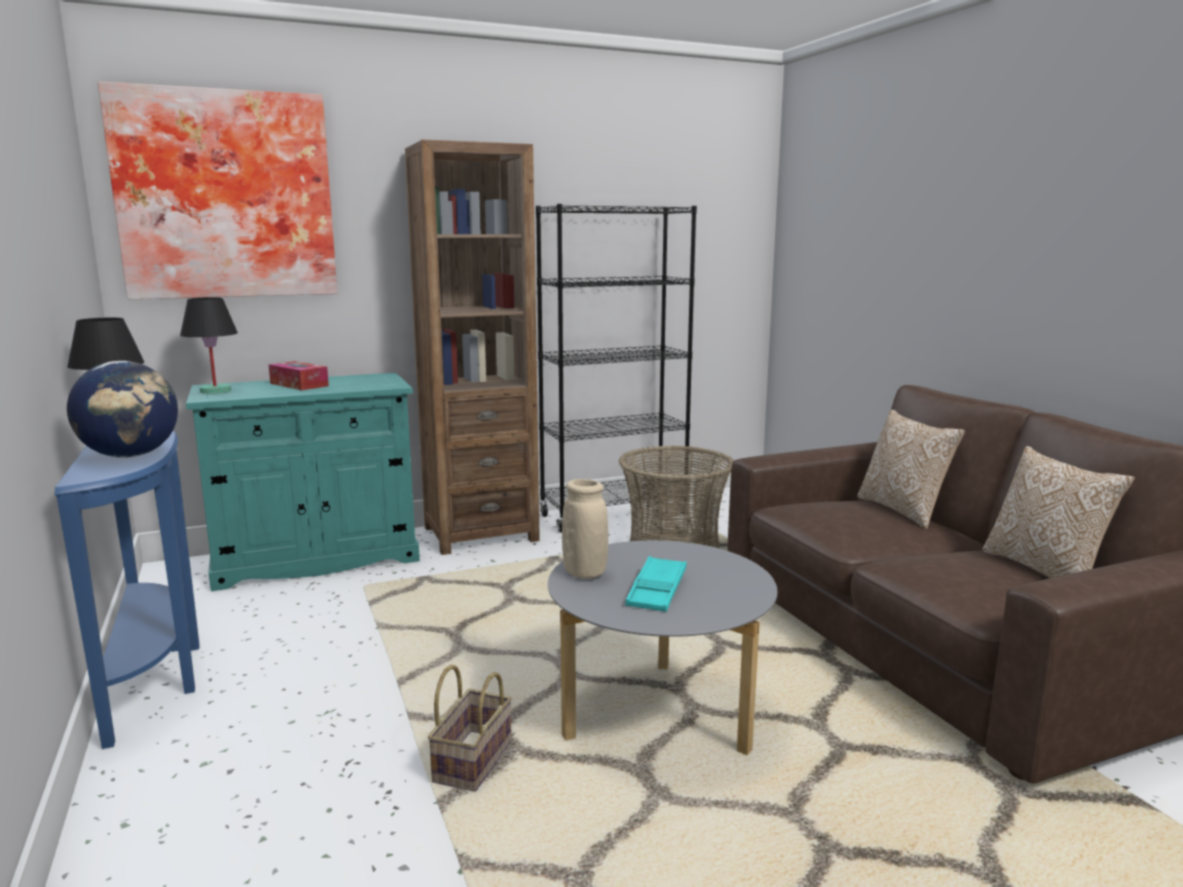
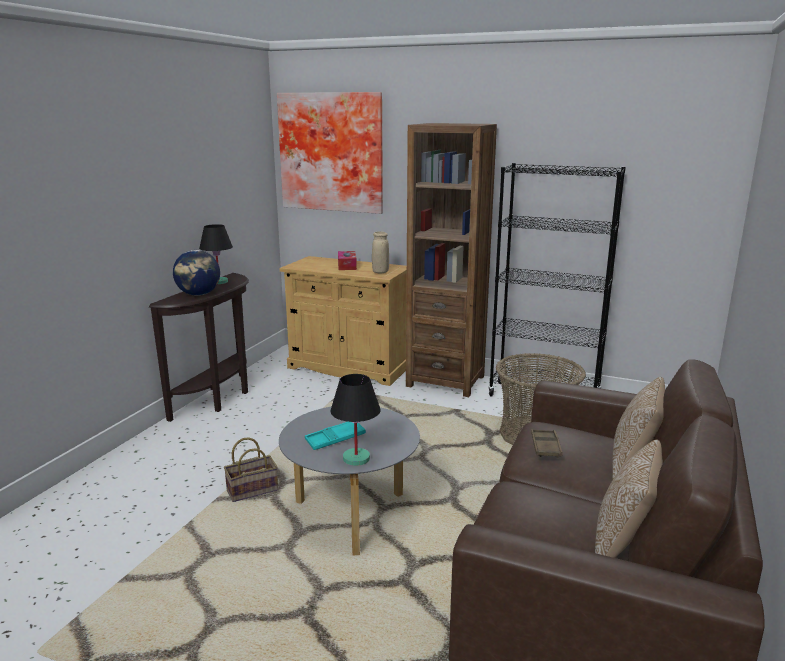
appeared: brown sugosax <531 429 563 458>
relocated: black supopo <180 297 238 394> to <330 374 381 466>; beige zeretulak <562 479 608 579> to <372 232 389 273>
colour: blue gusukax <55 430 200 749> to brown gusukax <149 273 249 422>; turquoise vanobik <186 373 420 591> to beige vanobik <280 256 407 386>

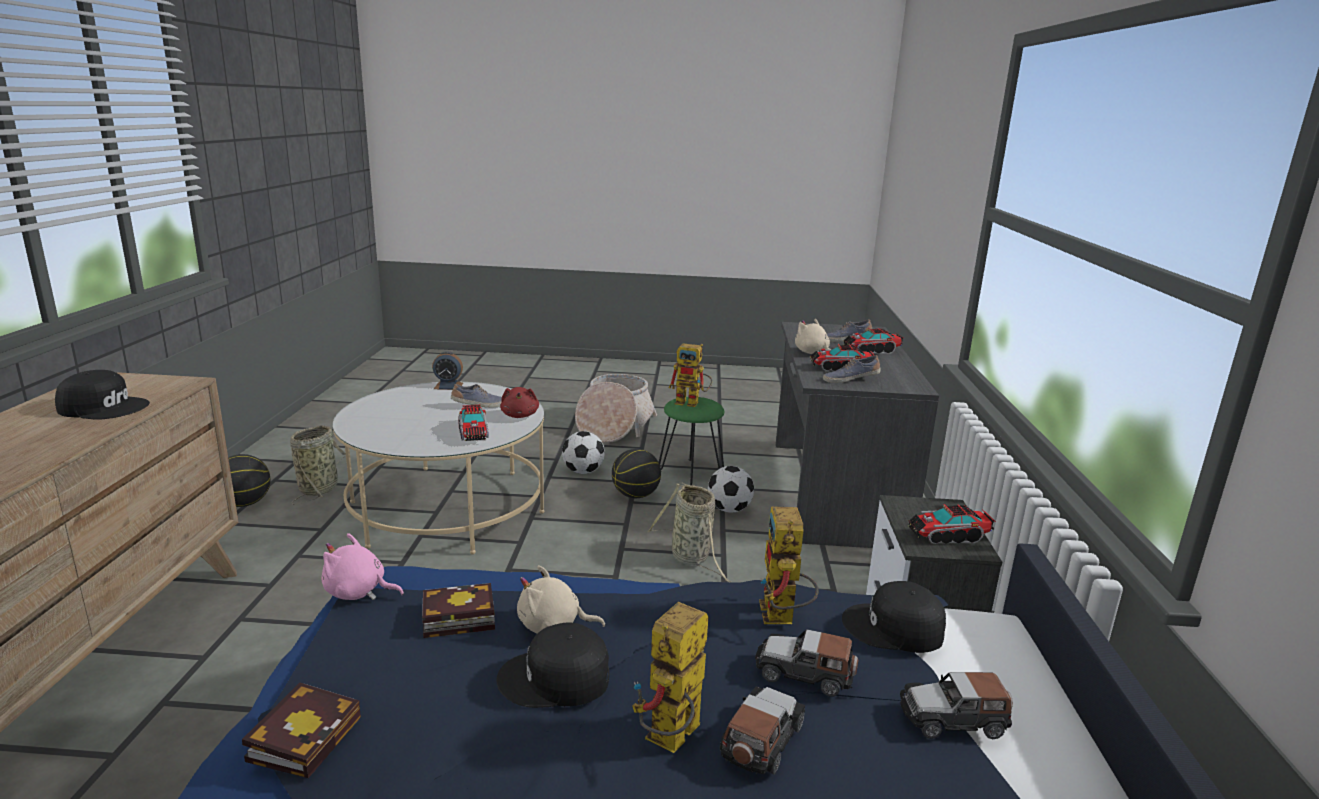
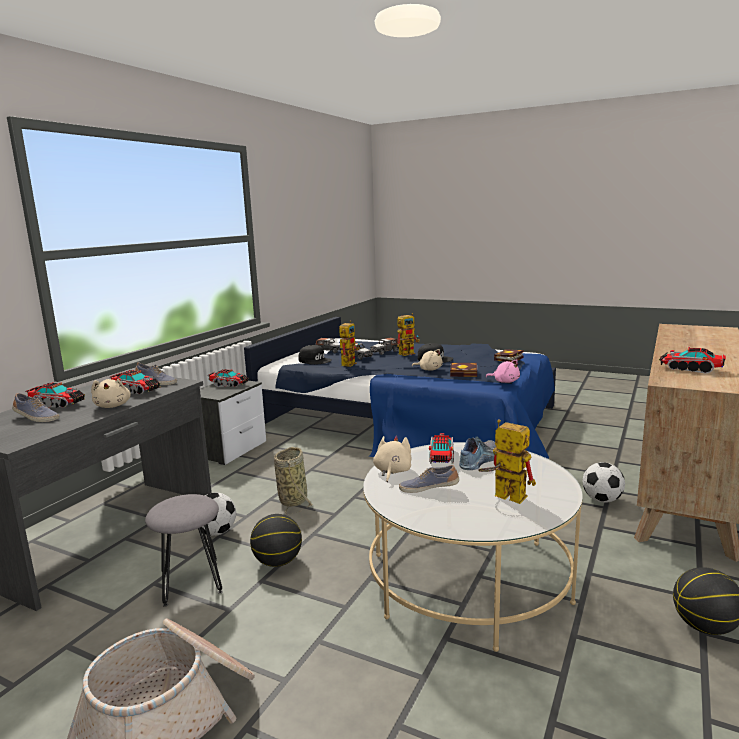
missing: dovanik <290 425 346 505>; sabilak <432 351 463 390>
appeared: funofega <459 437 496 470>
relocated: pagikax <562 431 605 474> to <583 462 625 503>; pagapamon <669 343 712 407> to <478 419 536 504>
exchanged: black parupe <55 370 150 419> to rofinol <659 347 726 373>
colour: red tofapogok <500 387 539 418> to beige tofapogok <373 436 411 482>; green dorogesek <659 397 724 485> to grey dorogesek <145 494 223 607>

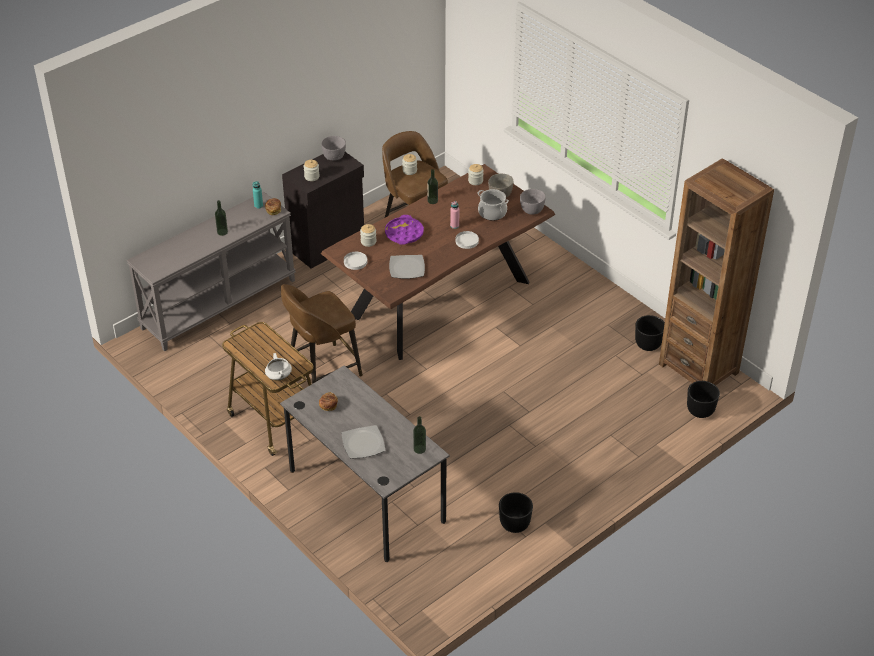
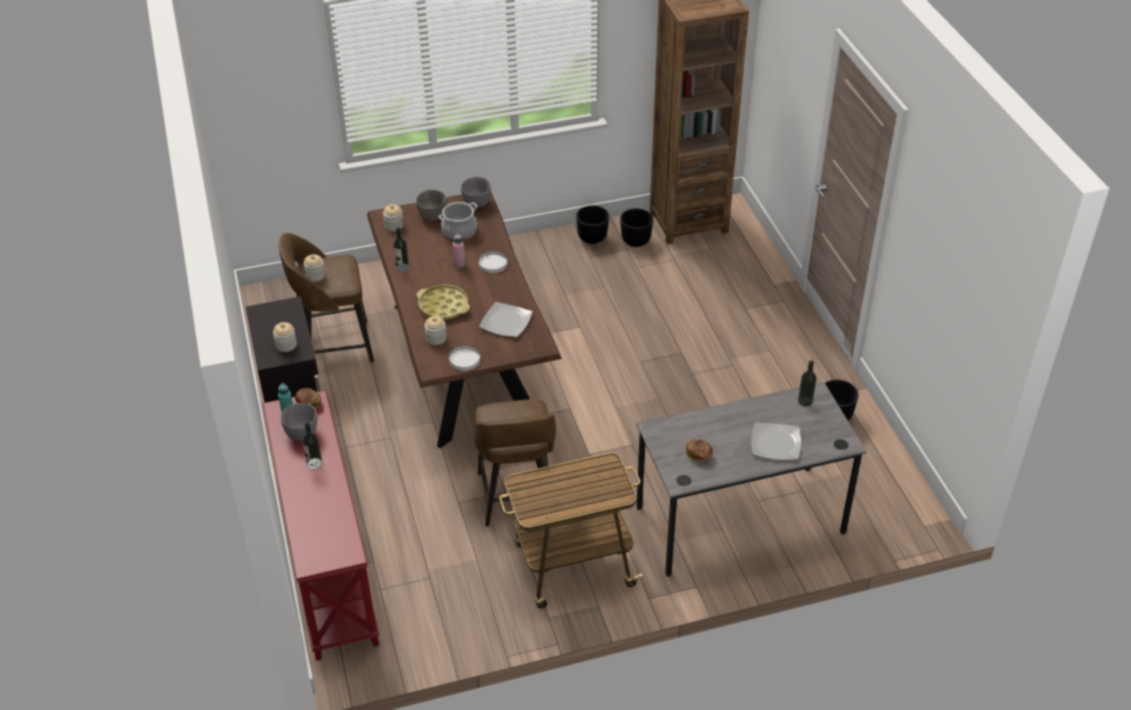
missing: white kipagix <265 353 292 381>
relocated: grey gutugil <321 136 346 161> to <281 403 317 441>; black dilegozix <687 381 720 418> to <576 205 609 244>
colour: grey gusukax <127 192 295 352> to red gusukax <263 390 379 661>; purple sugosax <385 215 424 245> to yellow sugosax <417 284 470 320>

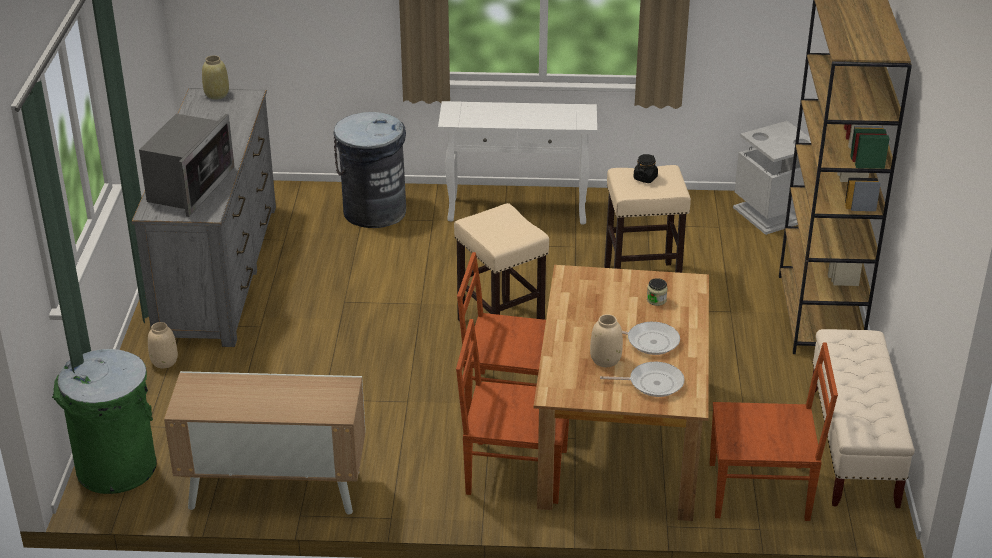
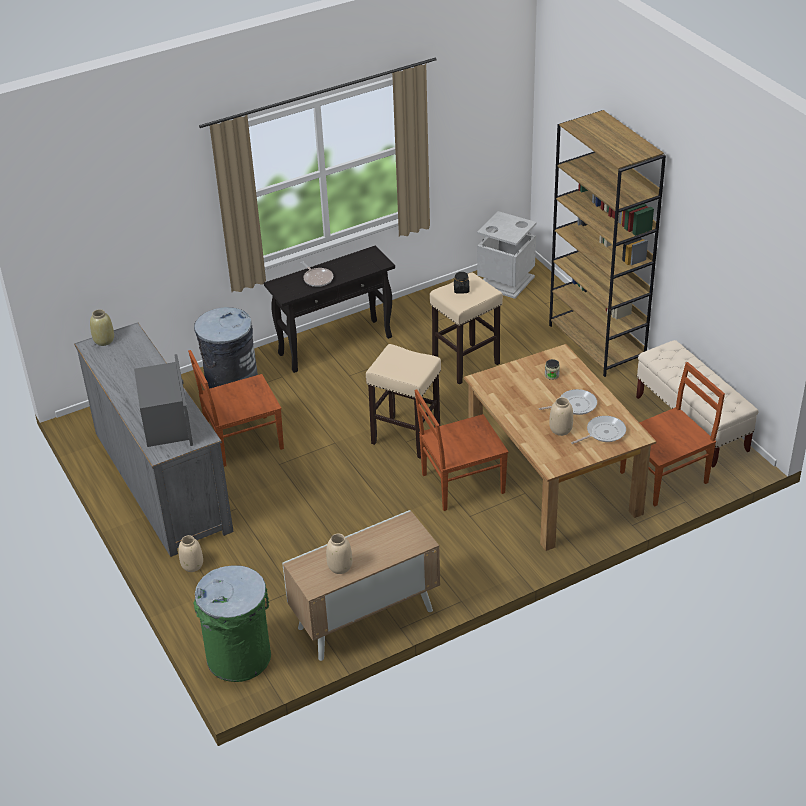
appeared: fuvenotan <301 262 333 287>; beige zeretulak <326 534 352 574>
relocated: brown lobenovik <456 319 569 504> to <188 350 284 467>
colour: white gusukax <438 101 597 224> to black gusukax <264 245 395 373>

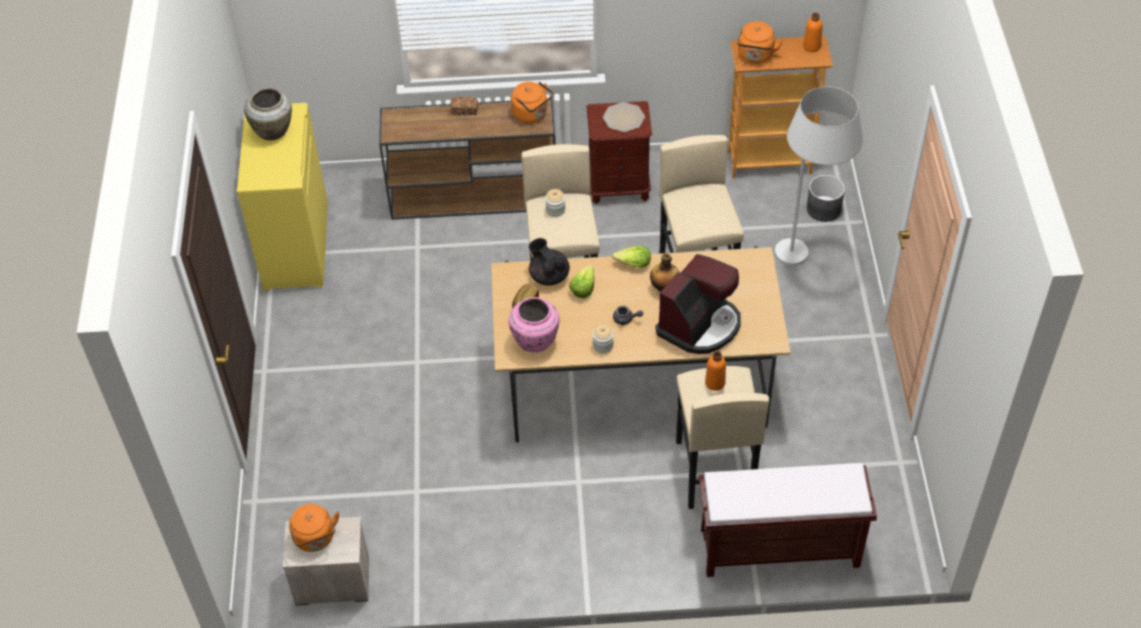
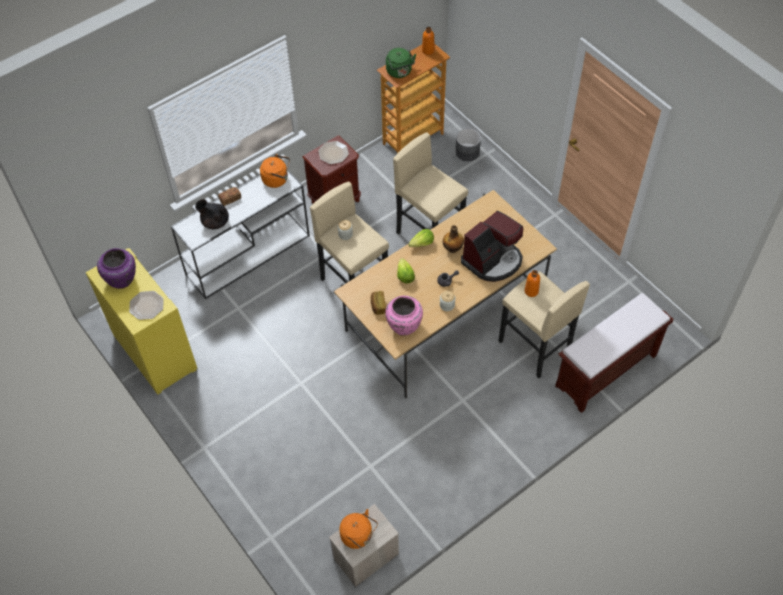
missing: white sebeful <775 87 863 266>
appeared: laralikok <129 291 164 320>
relocated: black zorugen <529 238 570 286> to <195 199 229 229>
colour: beige zeretulak <244 88 292 140> to purple zeretulak <97 248 136 289>; brown gusukax <379 98 555 220> to white gusukax <171 170 310 299>; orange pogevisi <737 21 783 63> to green pogevisi <386 48 416 78>
spun: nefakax <656 254 741 354> = <461 211 523 282> 45 degrees clockwise

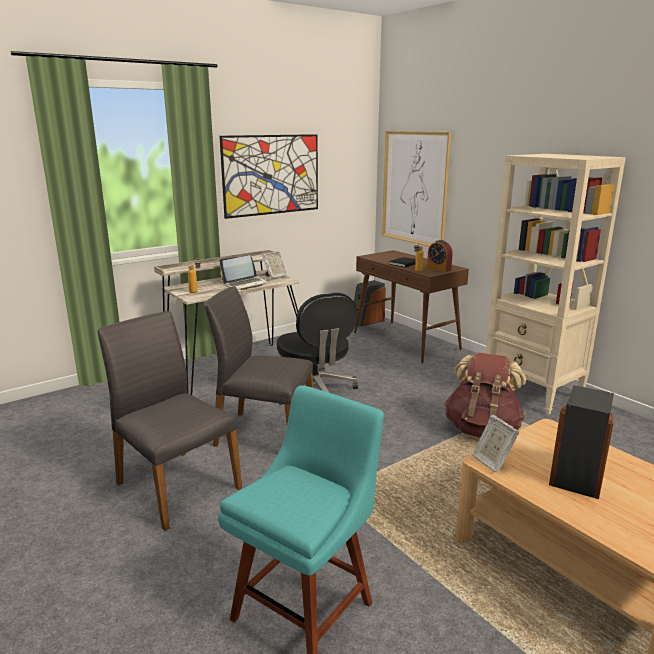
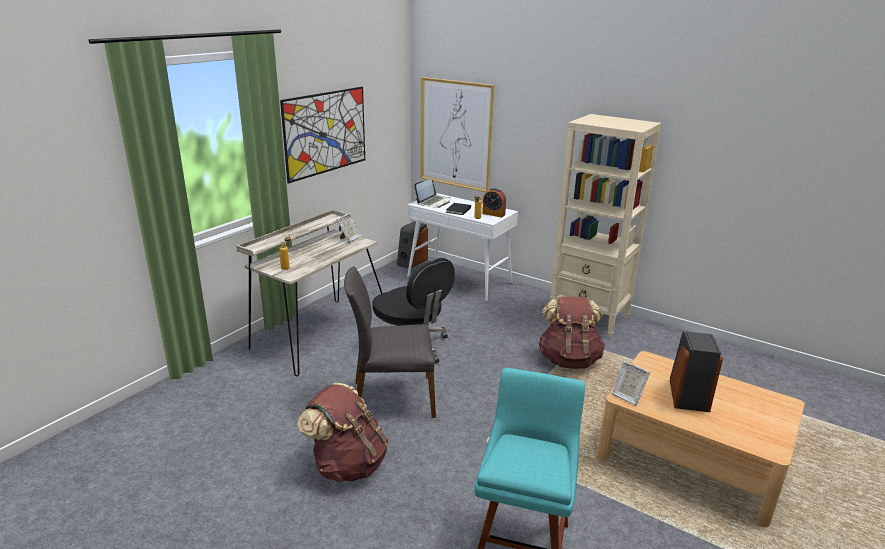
relocated: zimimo <220 255 269 290> to <414 178 451 208>
exchanged: grey lobenovik <98 311 242 531> to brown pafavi <297 383 389 483>
colour: brown gusukax <354 250 469 363> to white gusukax <407 193 518 302>

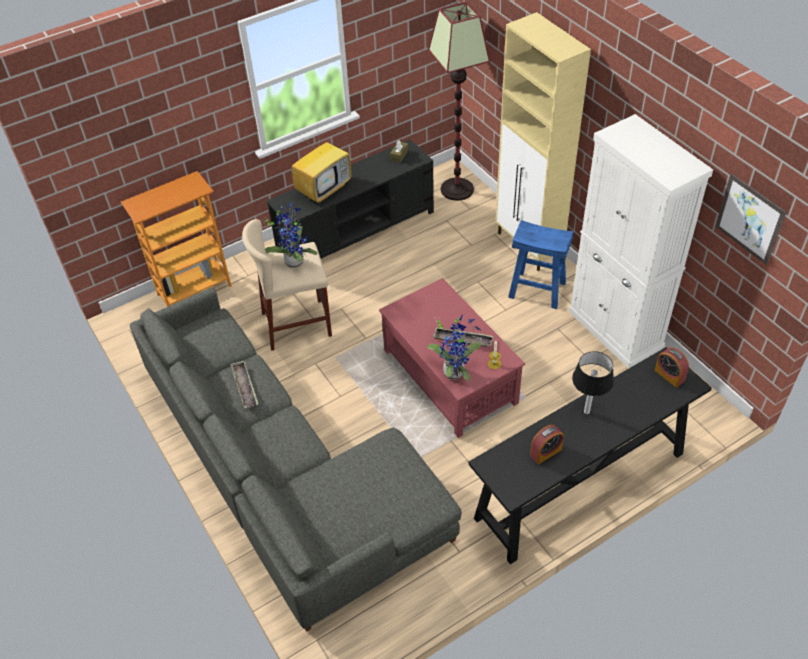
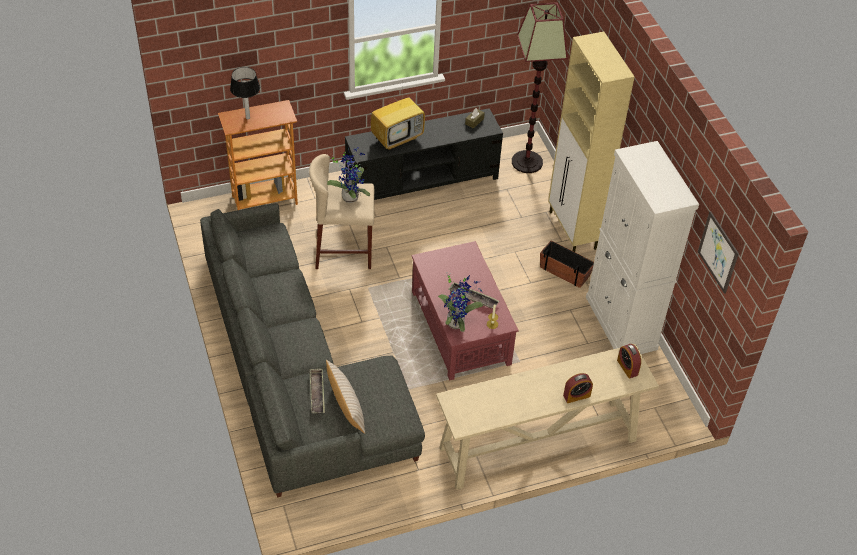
appeared: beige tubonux <326 360 365 434>
relocated: sugosax <230 361 258 408> to <309 369 325 414>; sabilak <530 425 564 465> to <563 373 593 403>; supopo <572 351 614 414> to <230 67 260 119>
exchanged: blue dorogesek <508 220 574 309> to dilegozix <540 240 594 288>
colour: black gusukax <468 347 712 564> to beige gusukax <436 344 659 490>

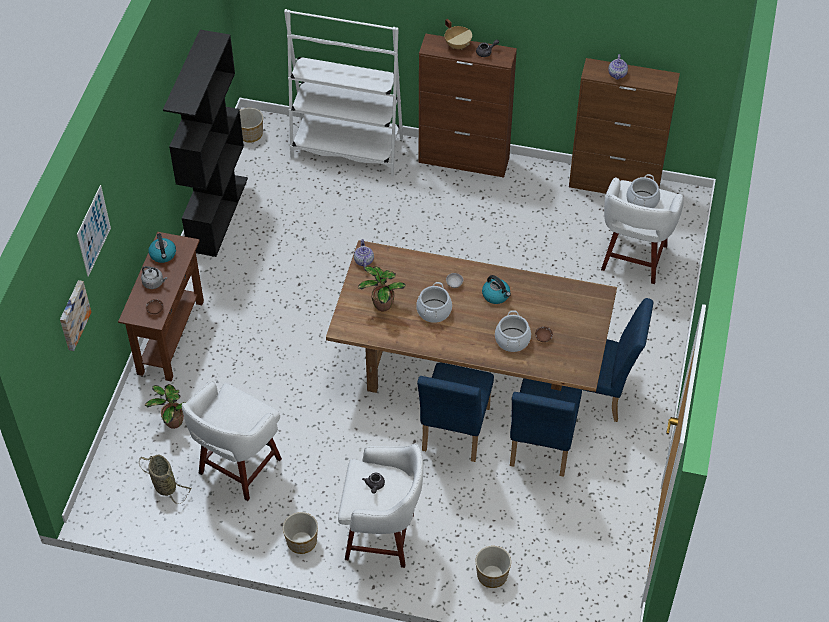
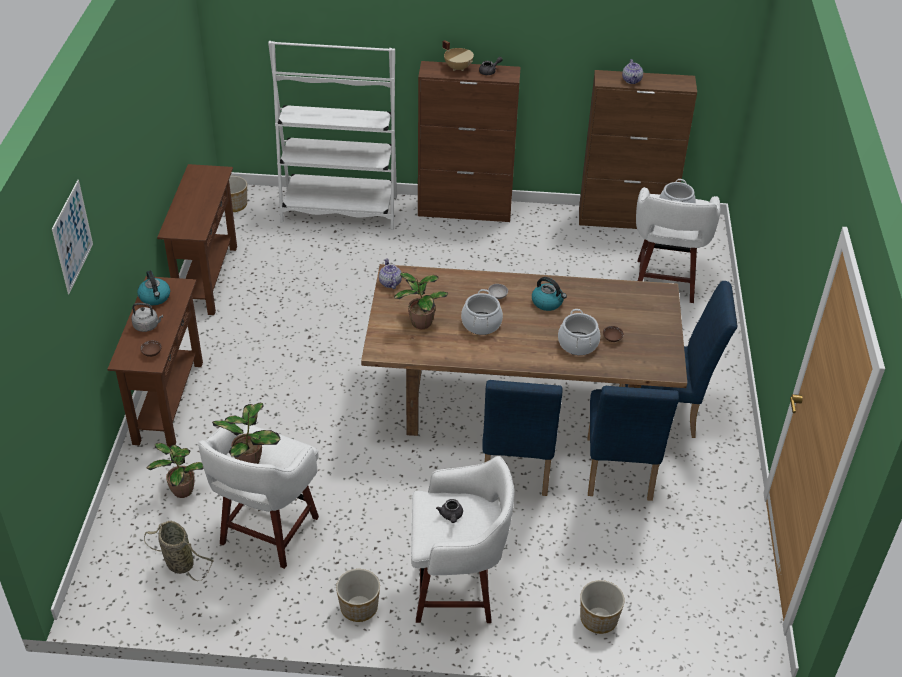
missing: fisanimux <60 280 91 351>
appeared: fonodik <212 403 281 464>
exchanged: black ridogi <163 30 248 257> to brown gusukax <157 164 237 315>

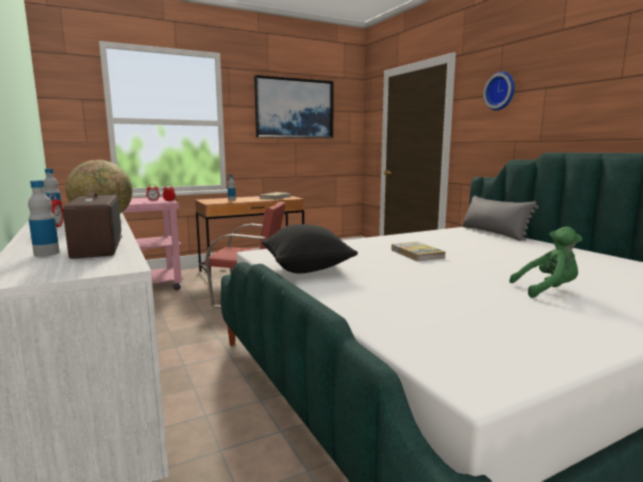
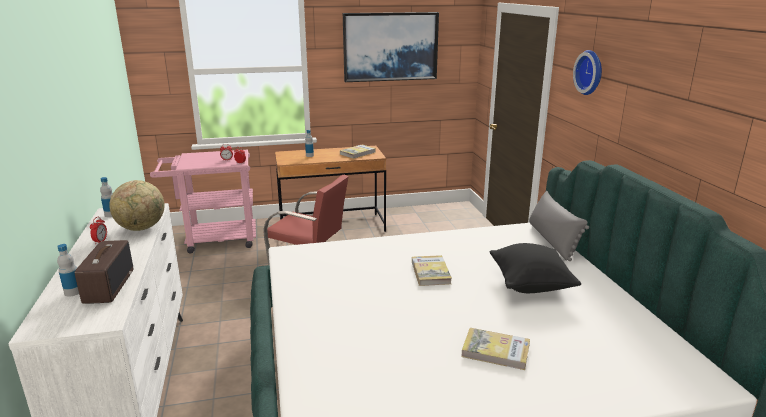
relocated: black tubonux <261 224 358 274> to <489 243 581 293>
exchanged: green tofapogok <509 227 583 298> to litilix <461 328 530 370>

